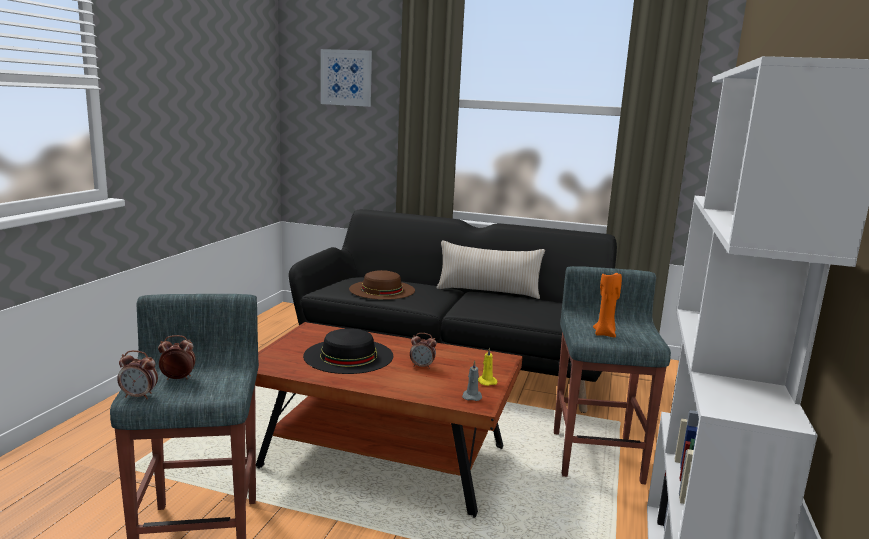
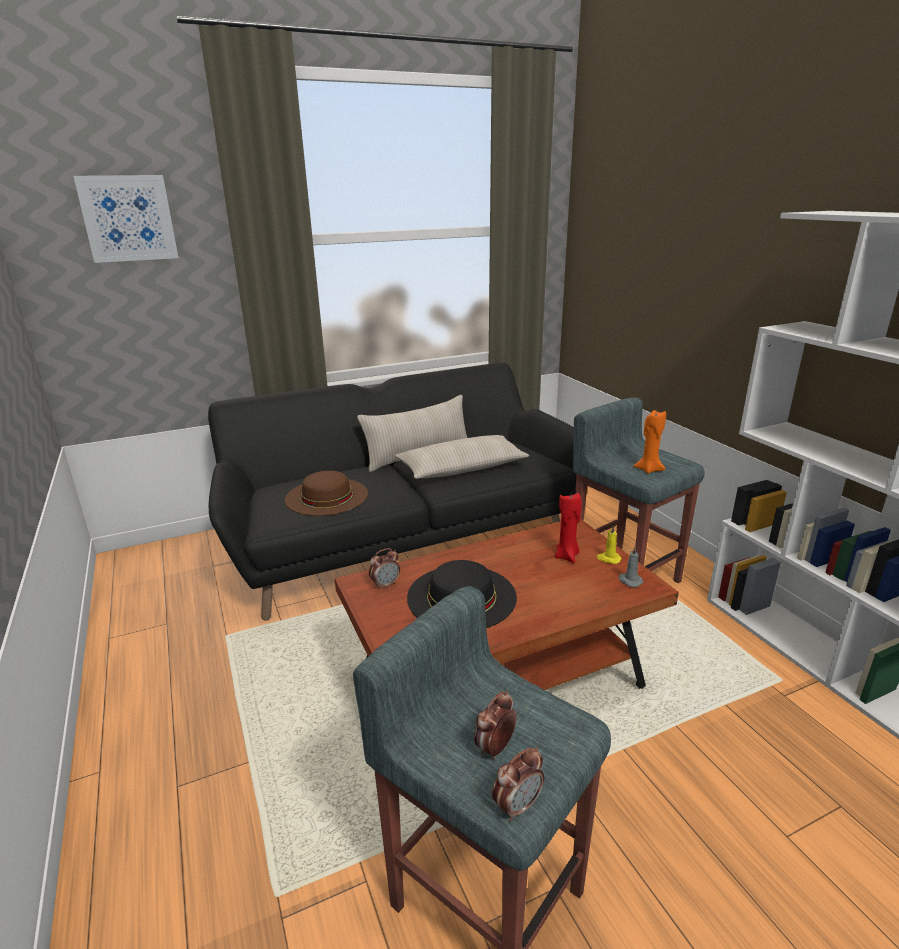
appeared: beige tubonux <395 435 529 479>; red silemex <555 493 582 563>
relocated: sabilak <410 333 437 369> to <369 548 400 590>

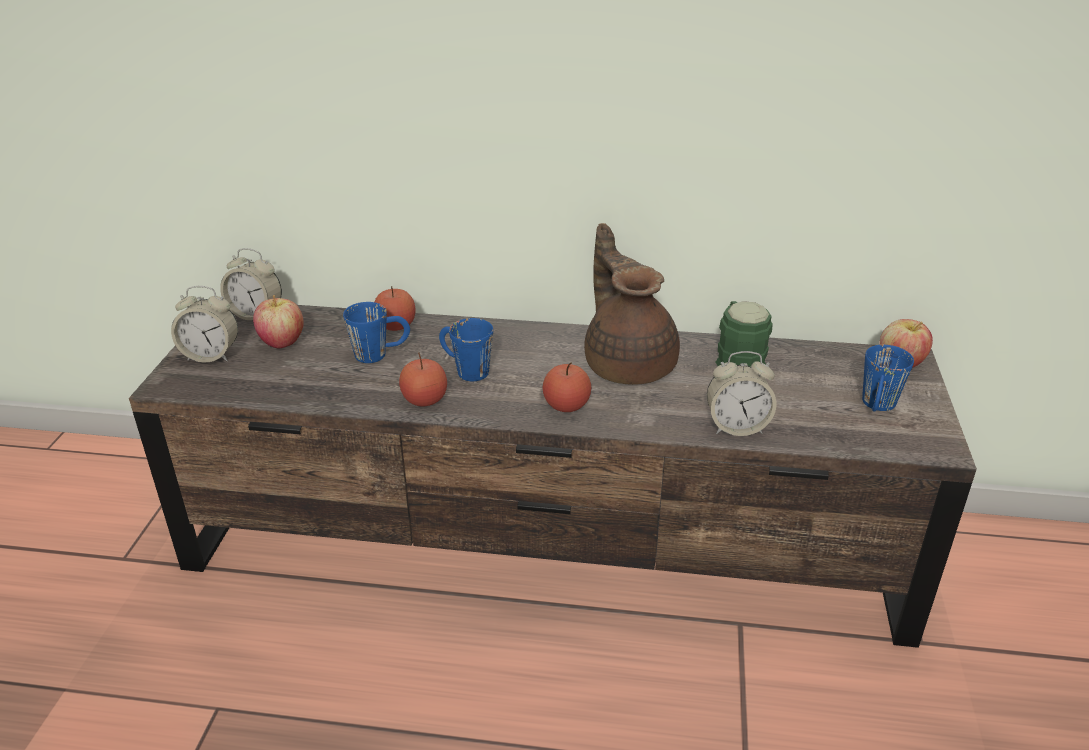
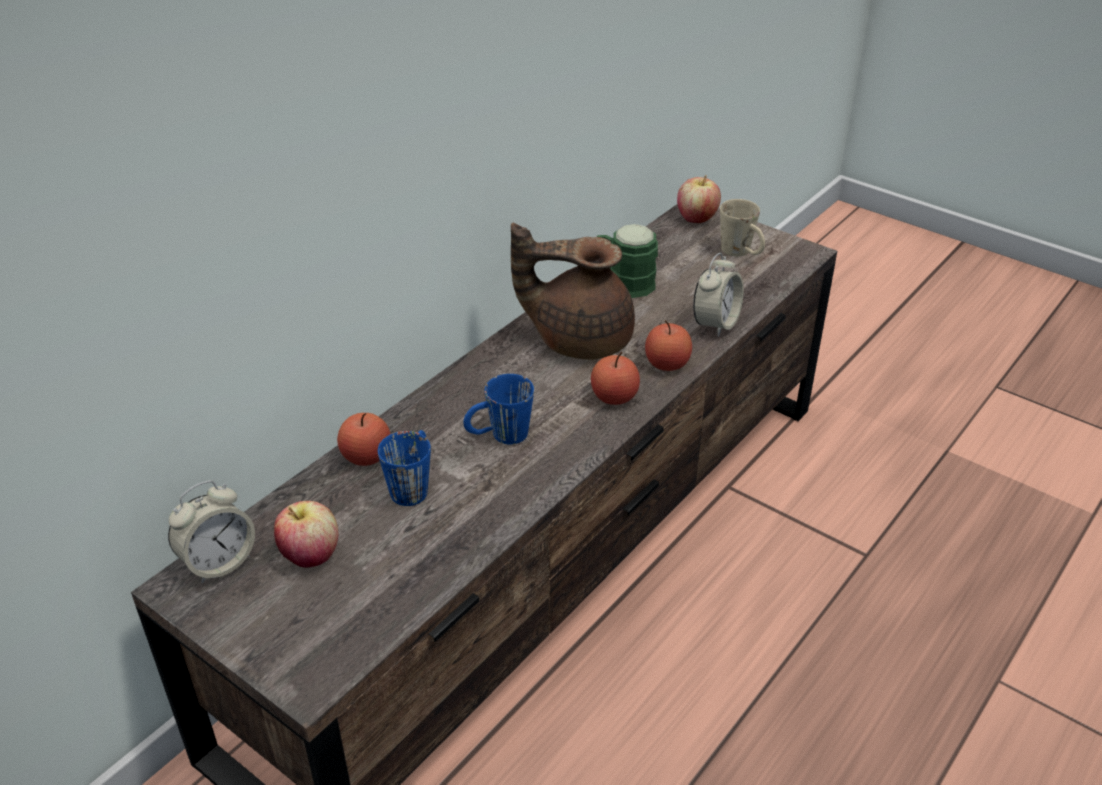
missing: sabilak <171 286 238 363>
relocated: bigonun <399 352 447 406> to <645 320 692 371>
colour: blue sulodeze <862 345 914 412> to beige sulodeze <720 199 765 256>

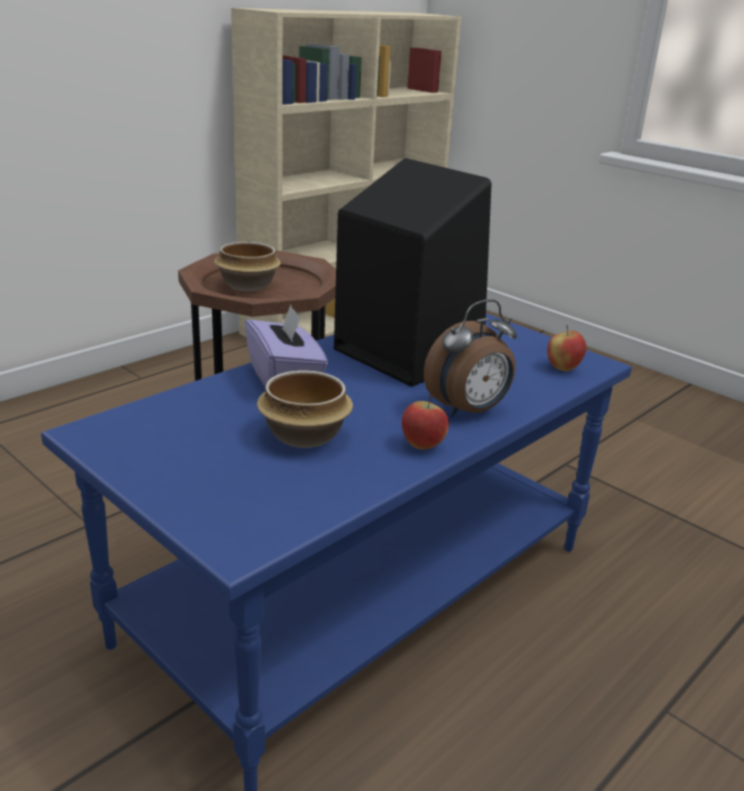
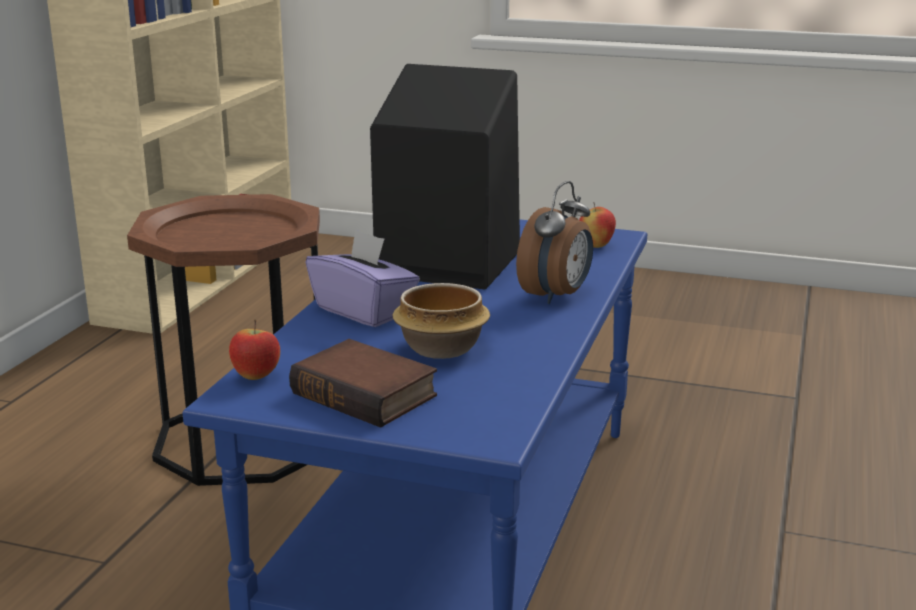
missing: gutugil <214 242 281 291>
appeared: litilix <289 339 437 428>
relocated: bigonun <402 395 449 450> to <229 319 280 380>

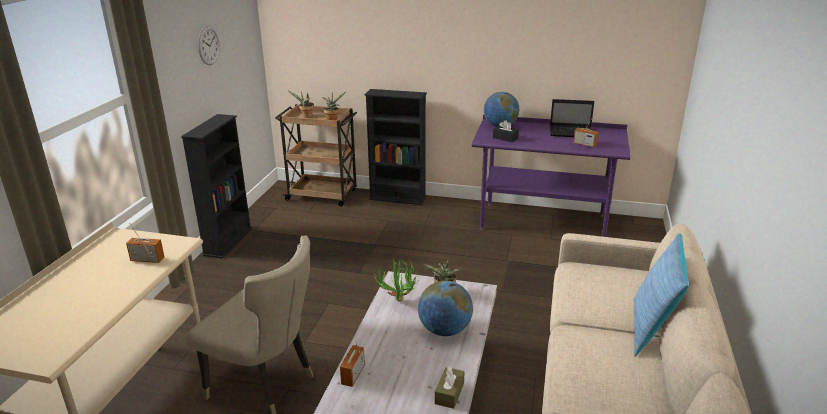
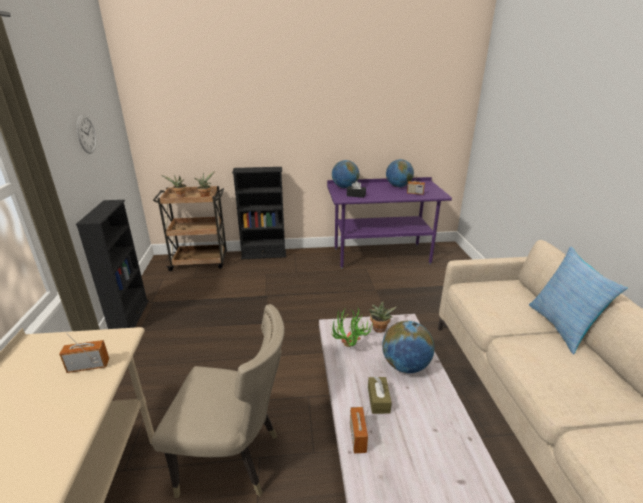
relocated: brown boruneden <435 366 464 409> to <368 376 392 414>
exchanged: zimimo <550 99 594 137> to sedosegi <386 159 414 187>

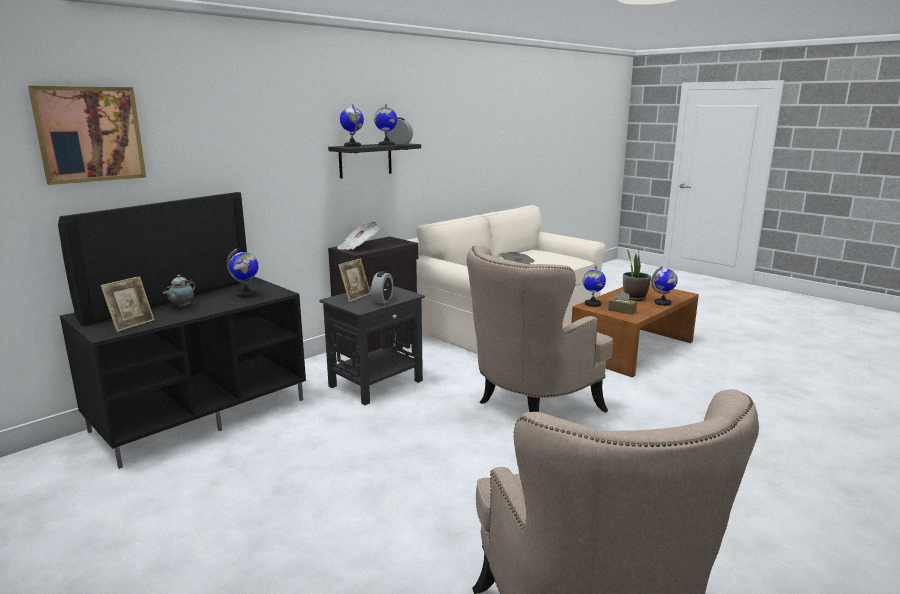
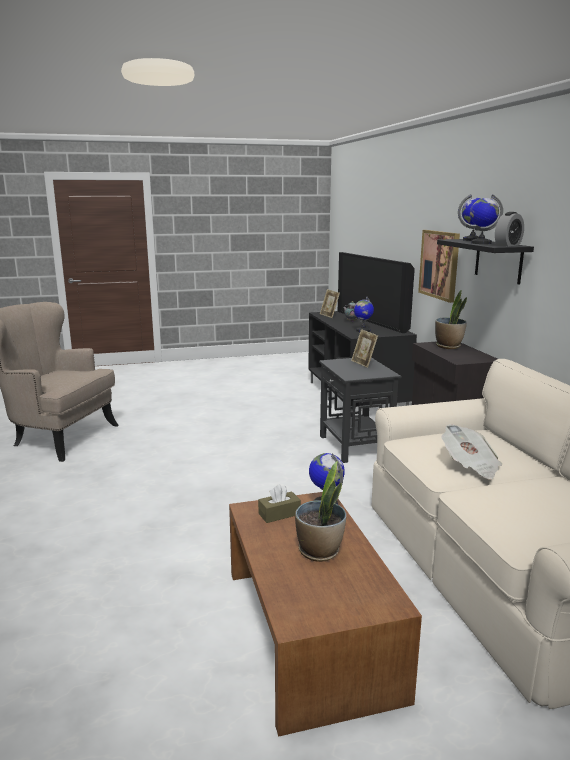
missing: sabilak <371 271 393 304>; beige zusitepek <467 245 613 413>; sedosegi <651 266 678 306>
relocated: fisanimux <28 86 146 185> to <418 230 460 303>
exchanged: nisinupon <337 221 379 250> to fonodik <435 290 467 349>

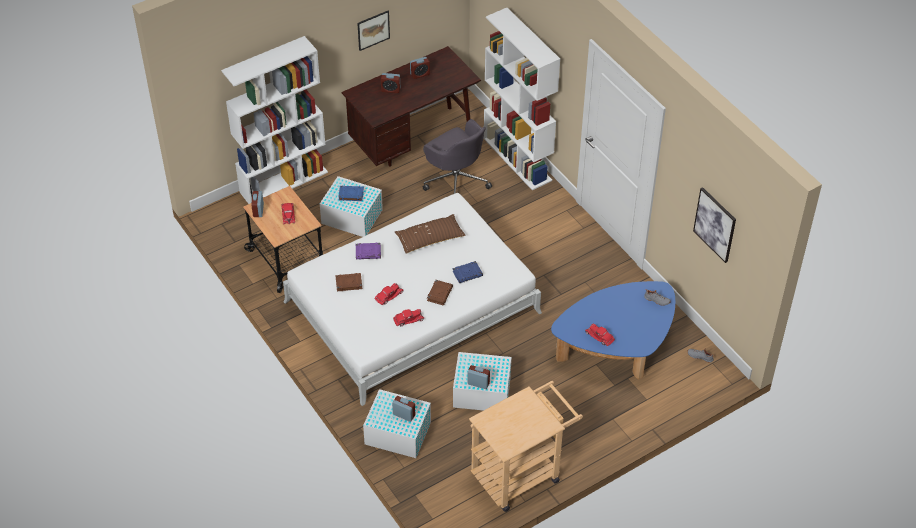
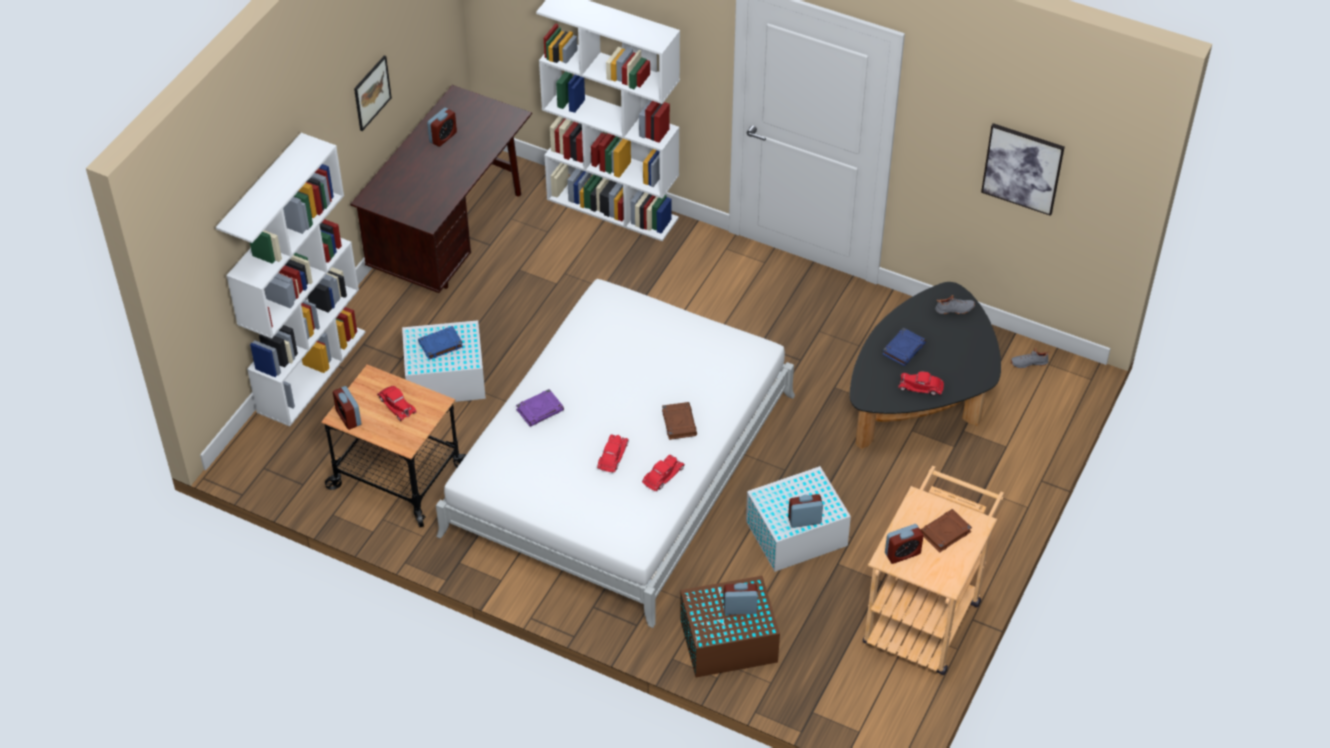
missing: brown tubonux <395 214 466 253>; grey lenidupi <423 119 492 194>
relocated: brown litilix <335 273 362 291> to <920 509 972 552>; sabilak <381 73 400 93> to <885 524 924 564>; blue litilix <452 261 483 283> to <882 328 926 366>
colour: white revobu <363 389 431 458> to brown revobu <681 576 780 677>; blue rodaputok <551 281 675 379> to black rodaputok <850 282 1001 449>

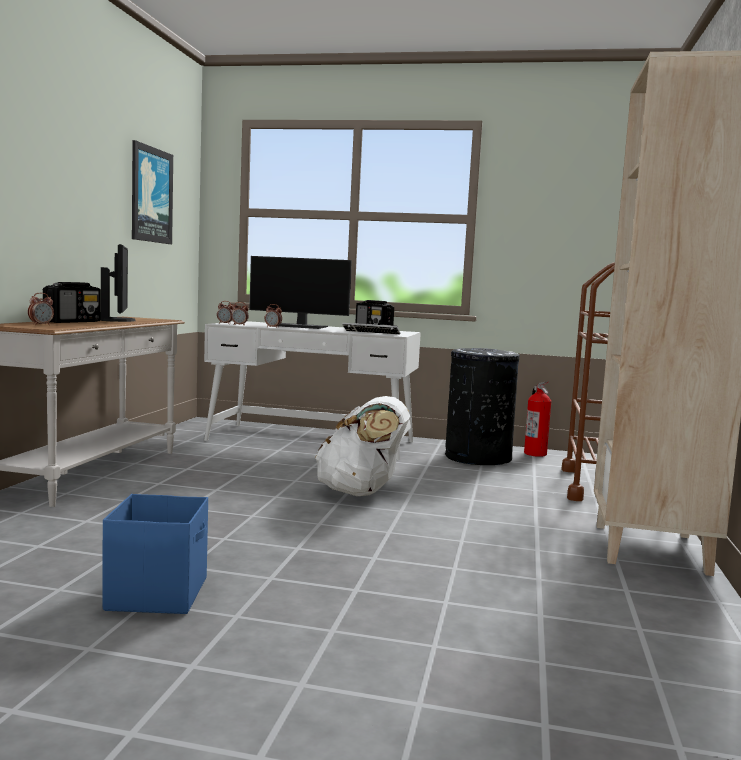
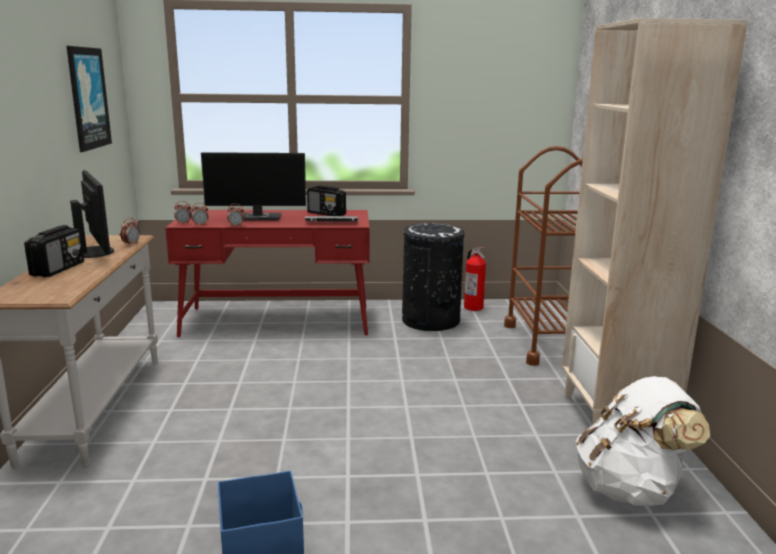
relocated: sabilak <28 293 54 325> to <120 218 140 246>; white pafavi <315 396 410 496> to <576 376 710 506>
colour: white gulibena <204 321 421 460> to red gulibena <165 210 370 337>

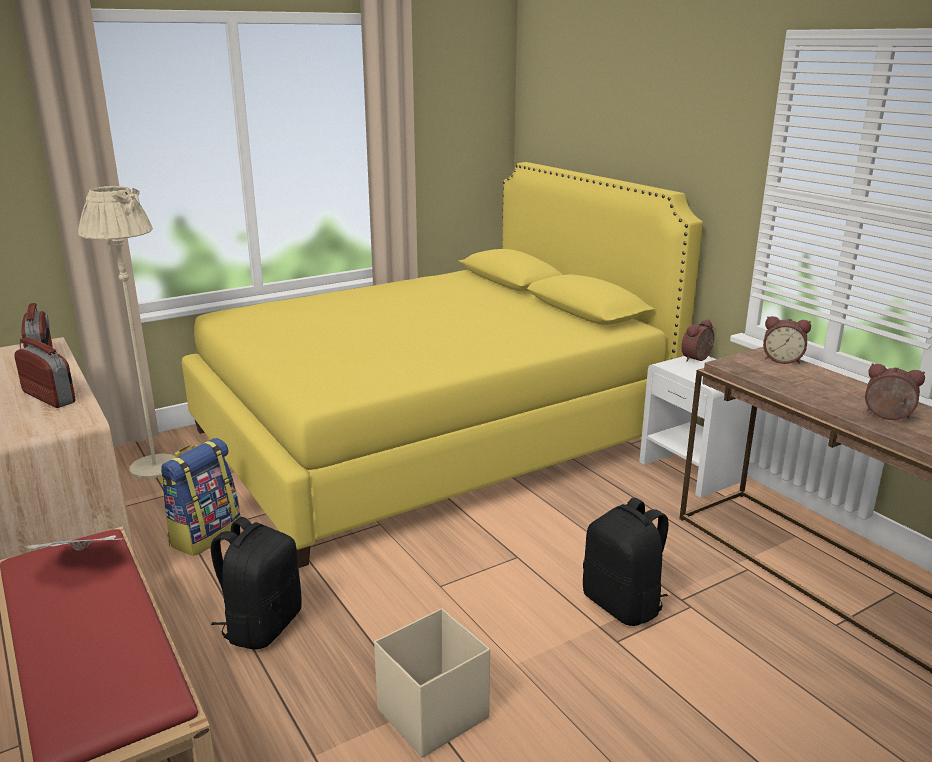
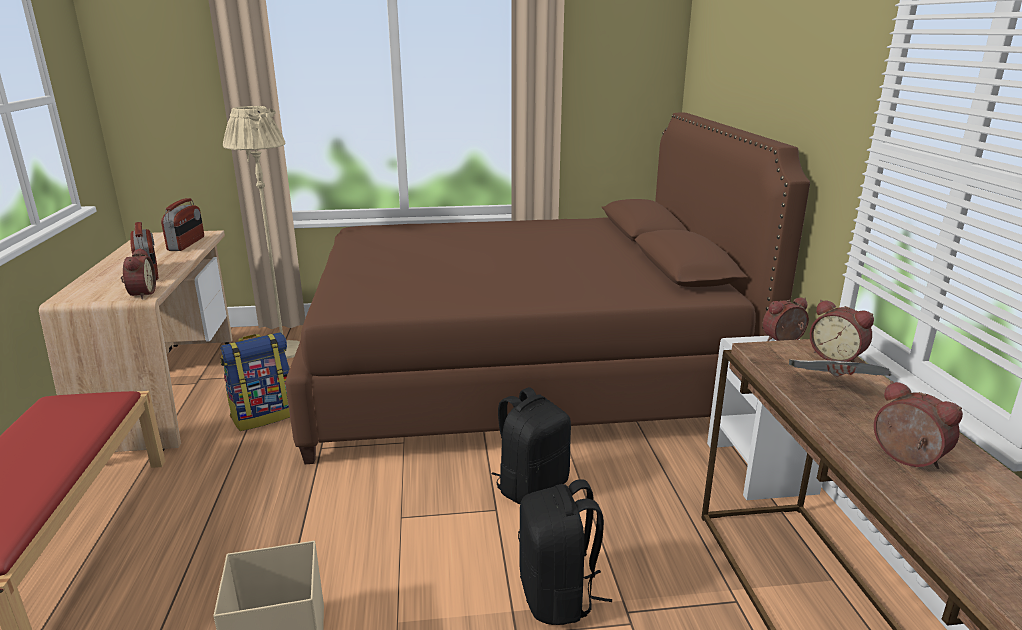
appeared: sabilak <121 248 156 299>
relocated: nisinupon <27 535 124 551> to <788 359 892 377>; black pafavi <211 517 301 650> to <492 387 571 504>
colour: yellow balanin <182 162 703 568> to brown balanin <285 112 810 464>

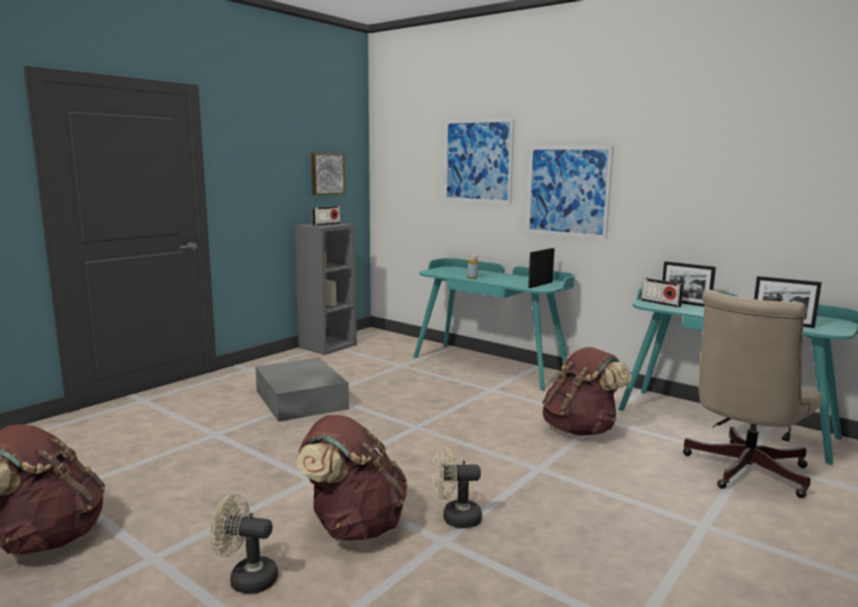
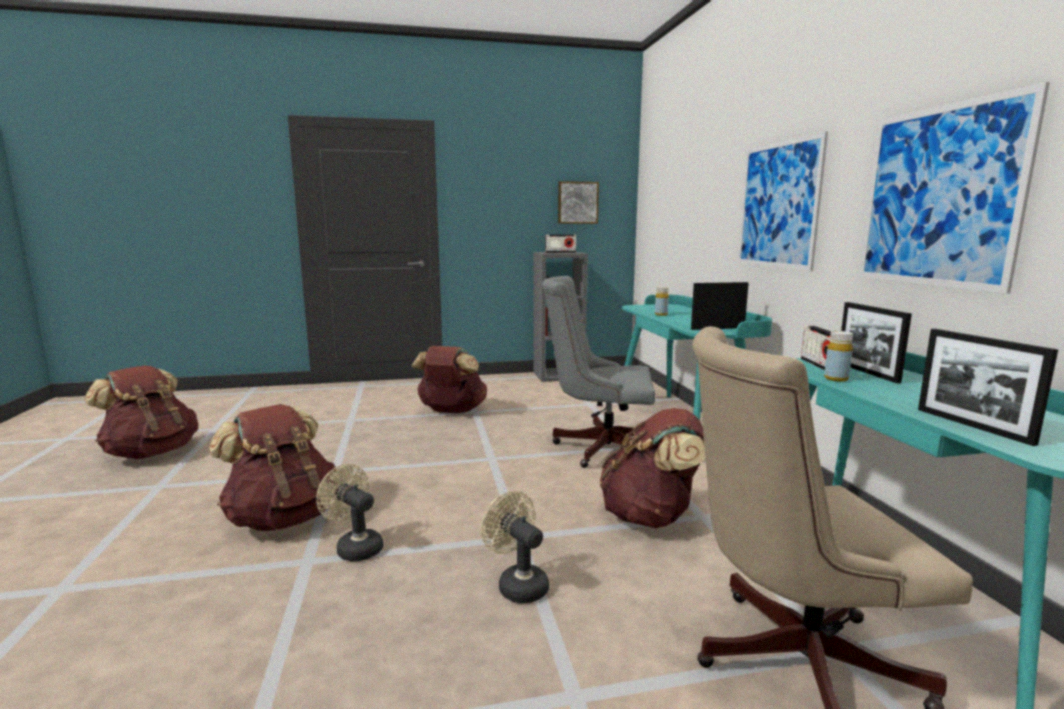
appeared: grey lenidupi <542 276 655 468>; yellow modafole <824 331 853 382>
relocated: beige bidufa <210 493 278 594> to <481 491 549 603>; fisanimux <444 118 514 204> to <859 82 1050 294>
exchanged: grey revobu <256 358 349 422> to brown pafavi <412 346 487 413>

